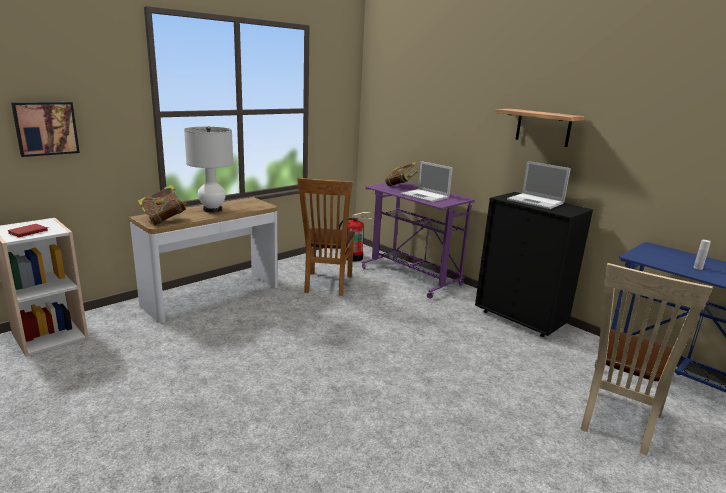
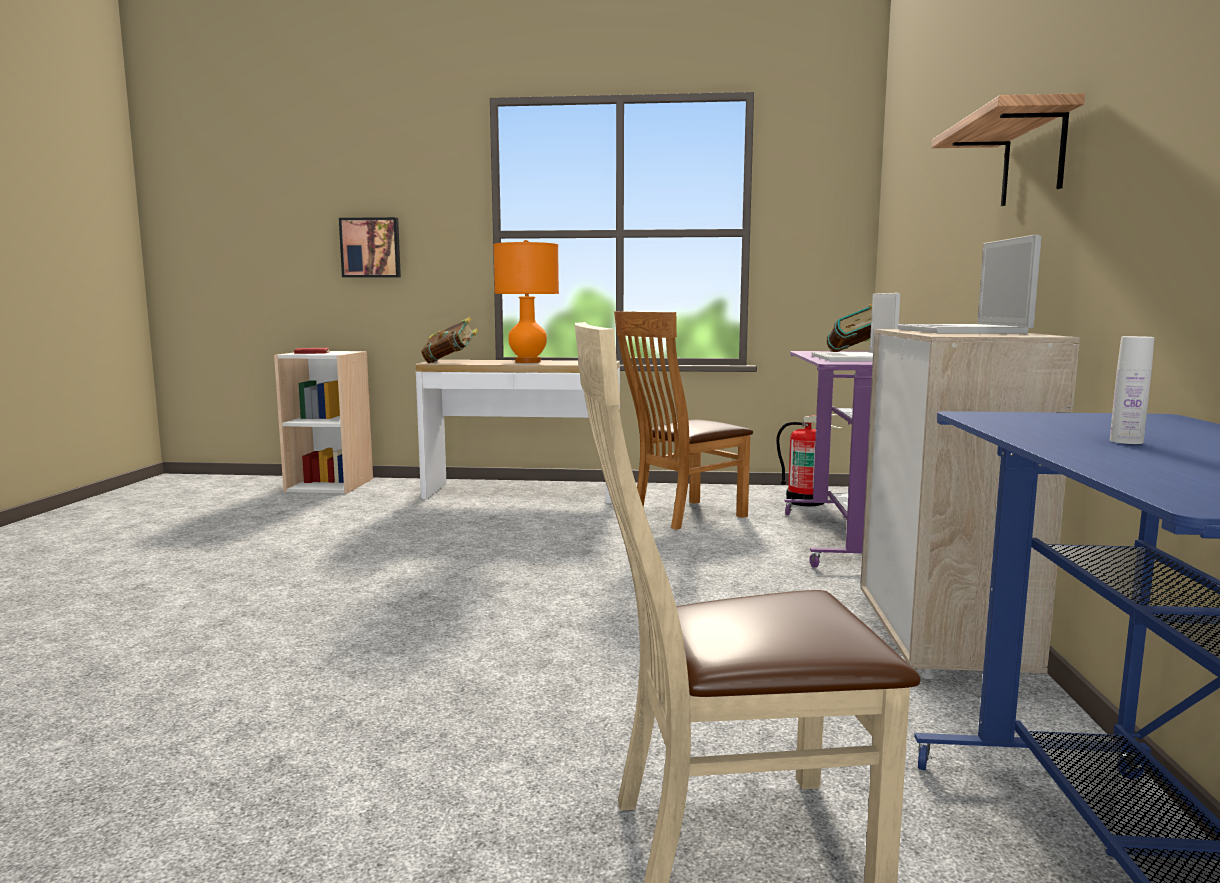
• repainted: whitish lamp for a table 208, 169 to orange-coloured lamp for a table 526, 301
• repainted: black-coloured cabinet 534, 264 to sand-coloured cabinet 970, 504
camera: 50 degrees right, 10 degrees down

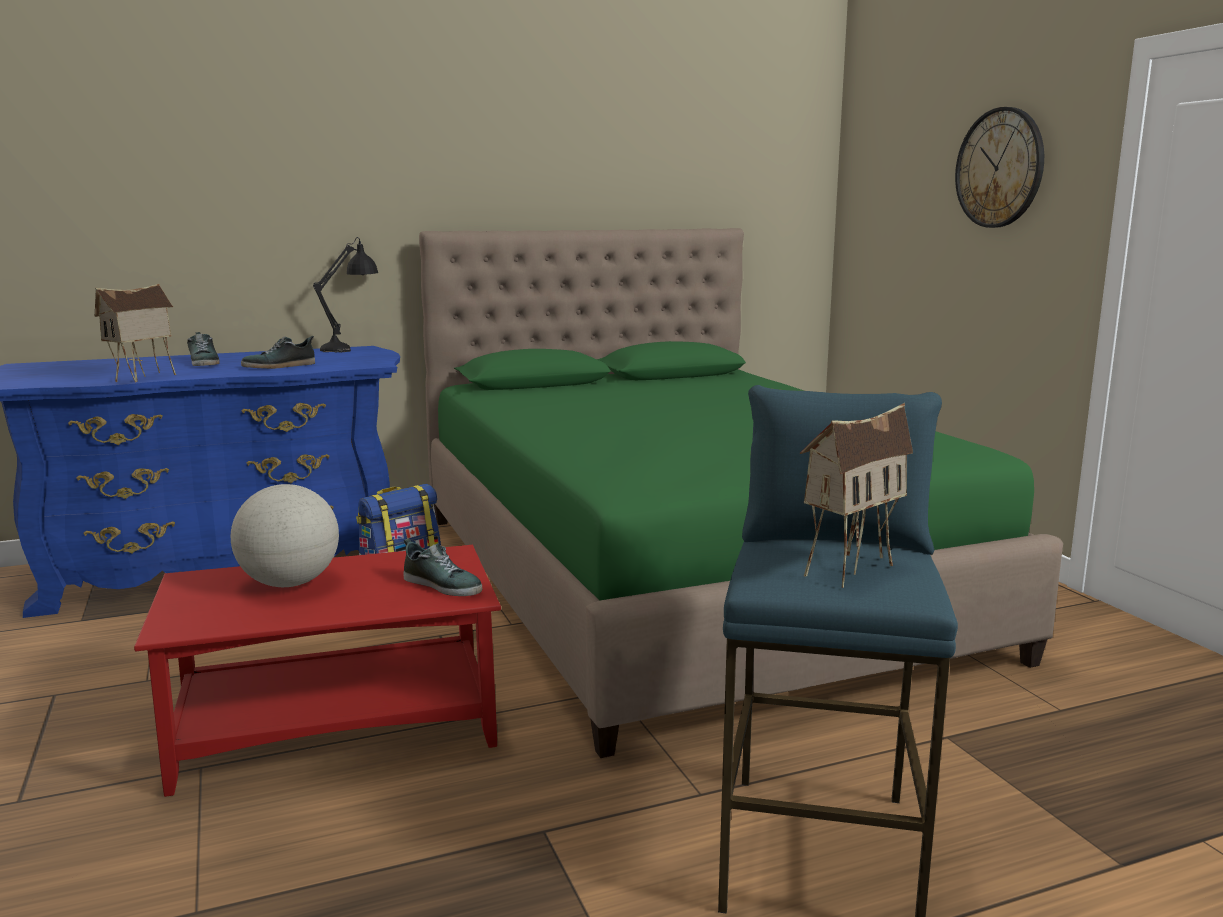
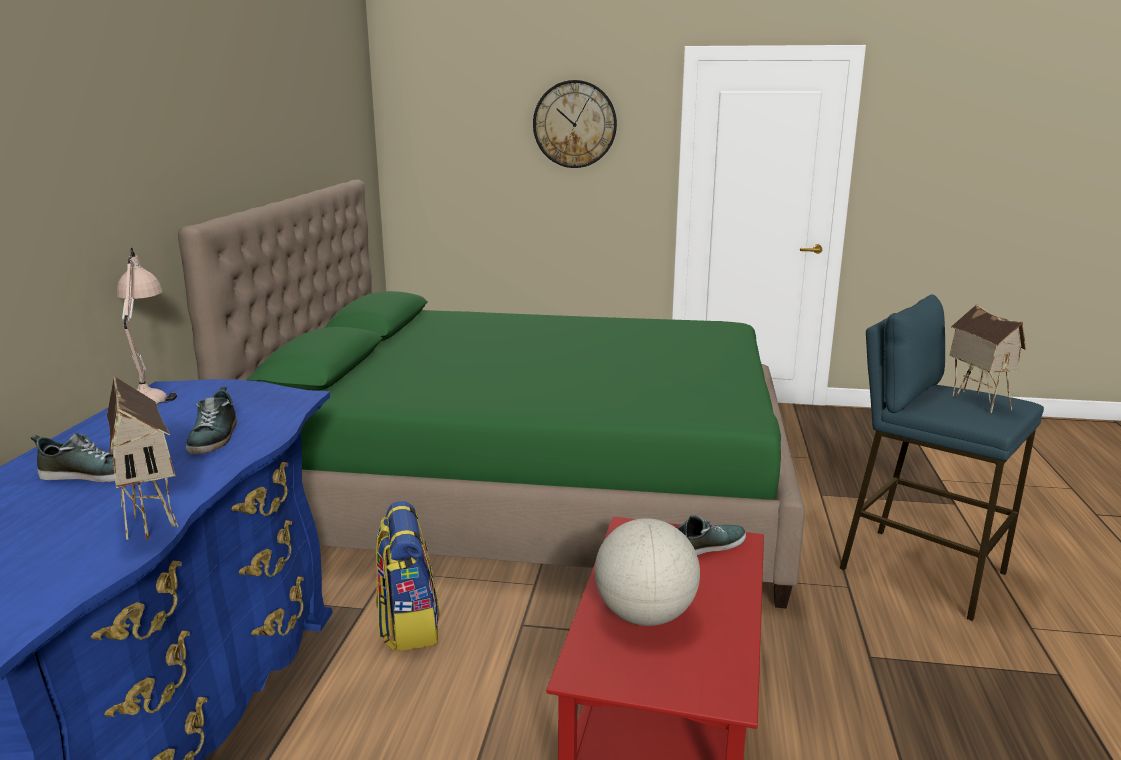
• repainted: black-coloured lamp for a table 345, 294 to sand-coloured lamp for a table 147, 326
camera: 60 degrees left, 5 degrees up

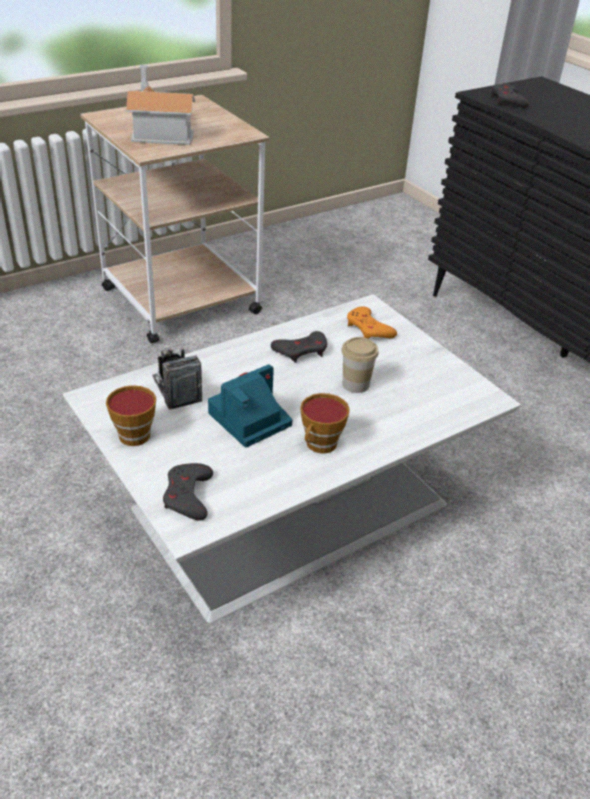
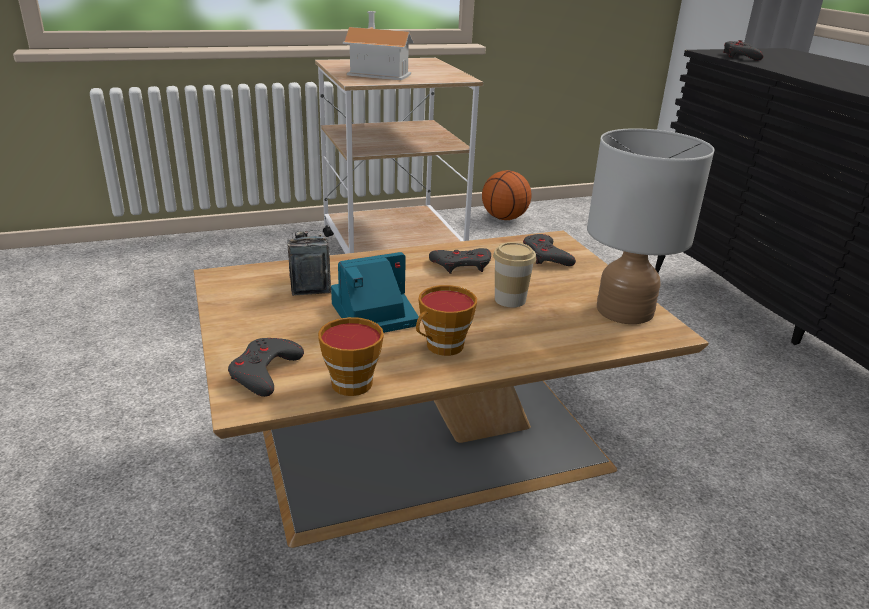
• repainted: whitish lounge table 292, 458 to brown lounge table 451, 389
• shifted: drinking cup 131, 415 to 351, 356
• repainted: orange-coloured joypad 372, 322 to gray joypad 549, 250
• new: basketball 507, 195
• new: gray lamp for a table 650, 226
camera: 15 degrees right, 10 degrees down

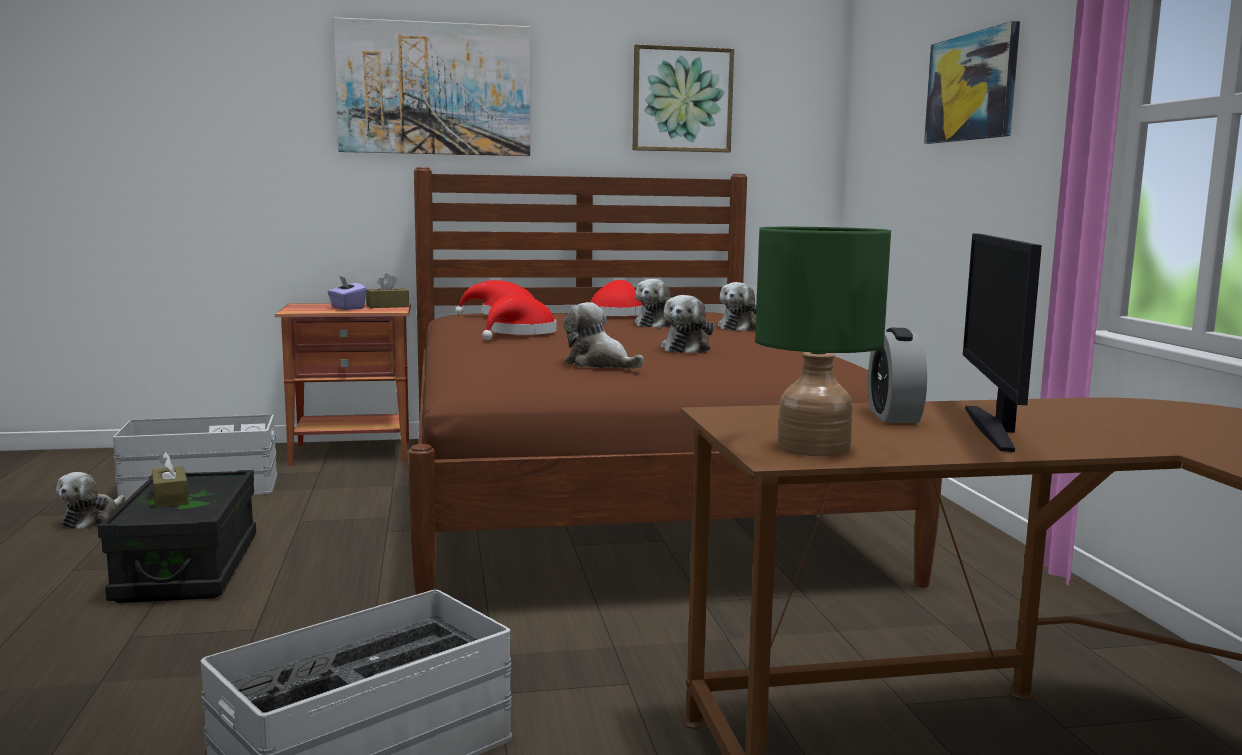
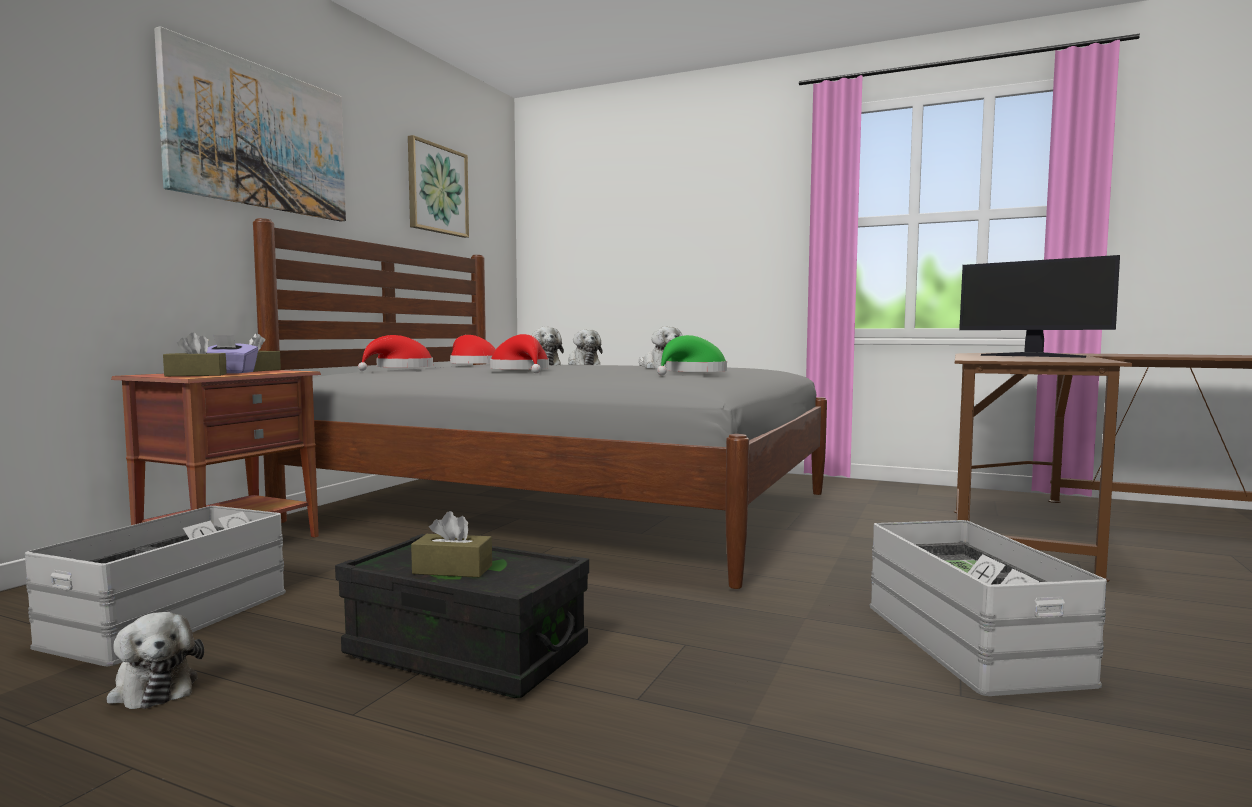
• repainted: brown sleeping bed 675, 381 to gray sleeping bed 540, 403
• swapped: soft toy 603, 335 to green-coloured hat 692, 355
• gone: green-coloured lamp for a table 823, 341
• gone: table clock 897, 375
• gone: wall art 972, 82
• new: brown tissue holder 195, 354
camera: 55 degrees left, 5 degrees down

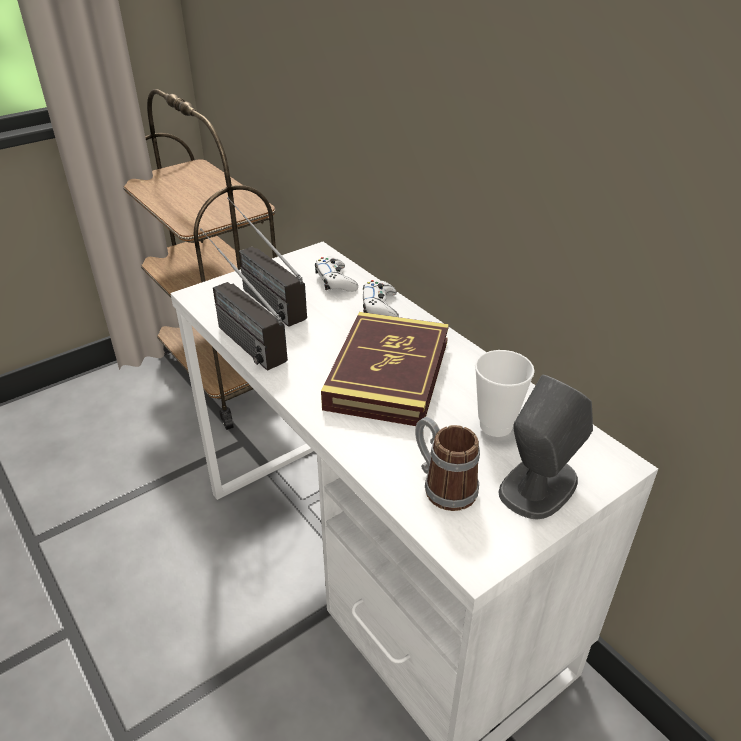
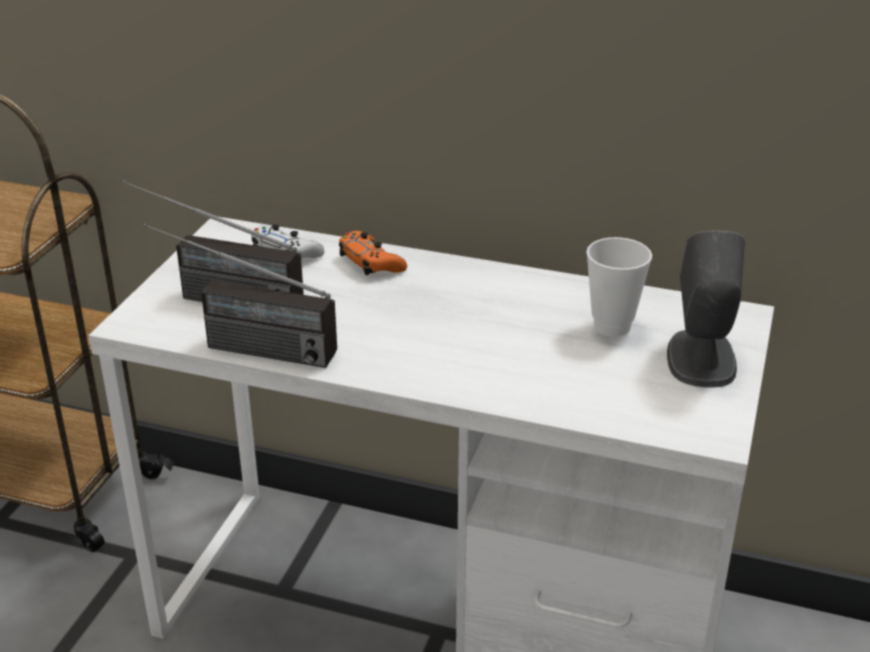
• gone: book 385, 369
• repainted: whitish joypad 381, 298 to orange-coloured joypad 373, 253
• gone: tea mug 447, 464
camera: 35 degrees left, 5 degrees down

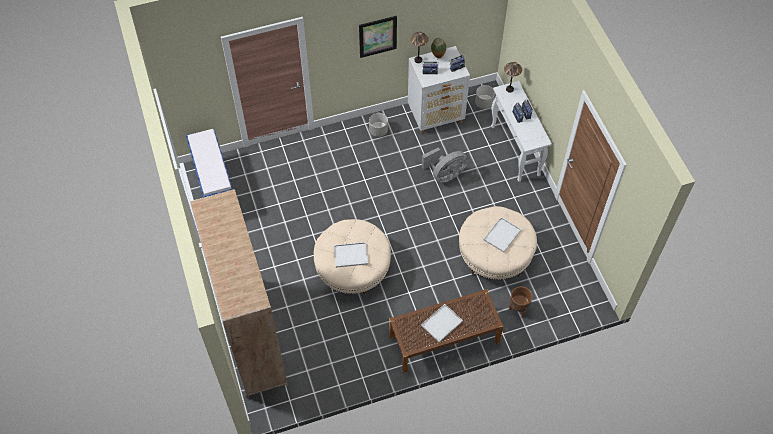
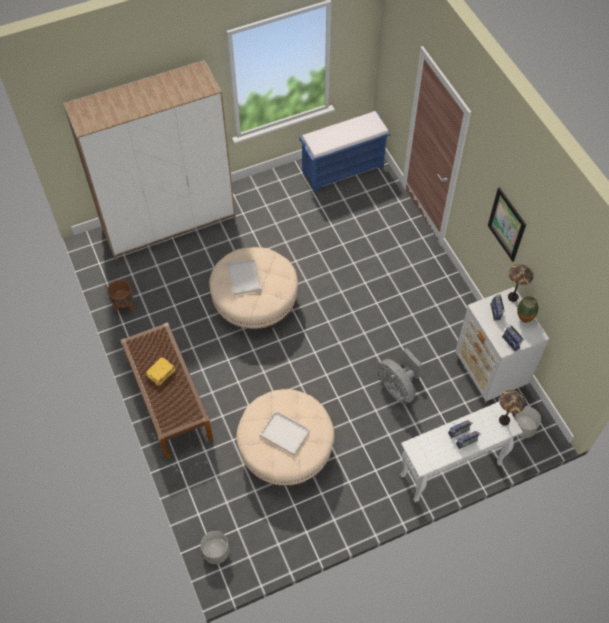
• shifted: gray plant pot 378, 125 to 215, 547
• swapped: whitish carrying tray 442, 323 to yellow book 160, 371
• shifted: brown plant pot 520, 301 to 120, 296
camera: 85 degrees right, 0 degrees up

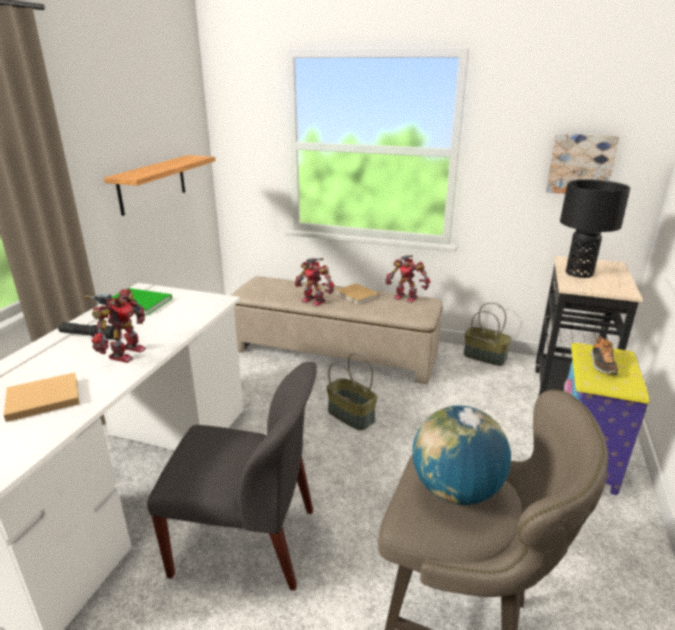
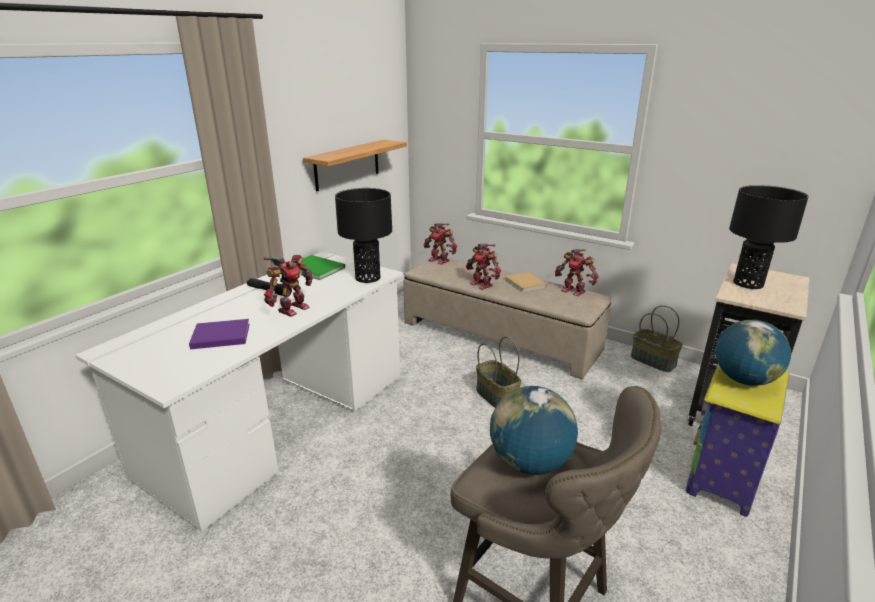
• repainted: sand-coloured book 41, 397 to purple book 219, 334
• gone: gray plain chair 232, 476
• gone: wall art 583, 164
• swapped: low shoe 604, 356 to globe 753, 353
• new: black-coloured lamp for a table 363, 235
• new: model robot 440, 244
camera: 15 degrees right, 0 degrees up

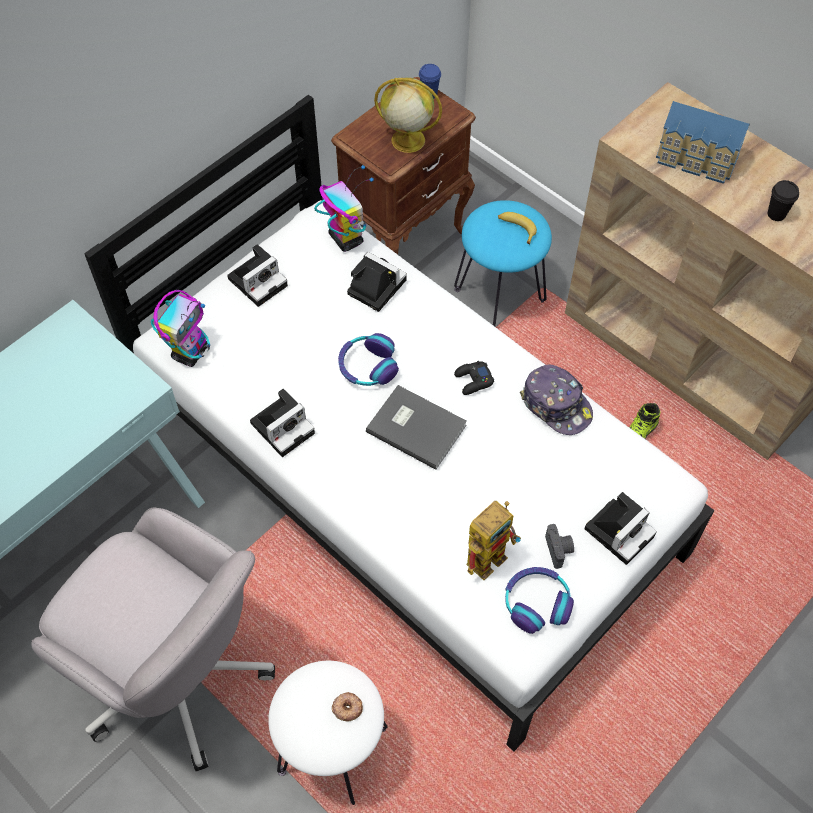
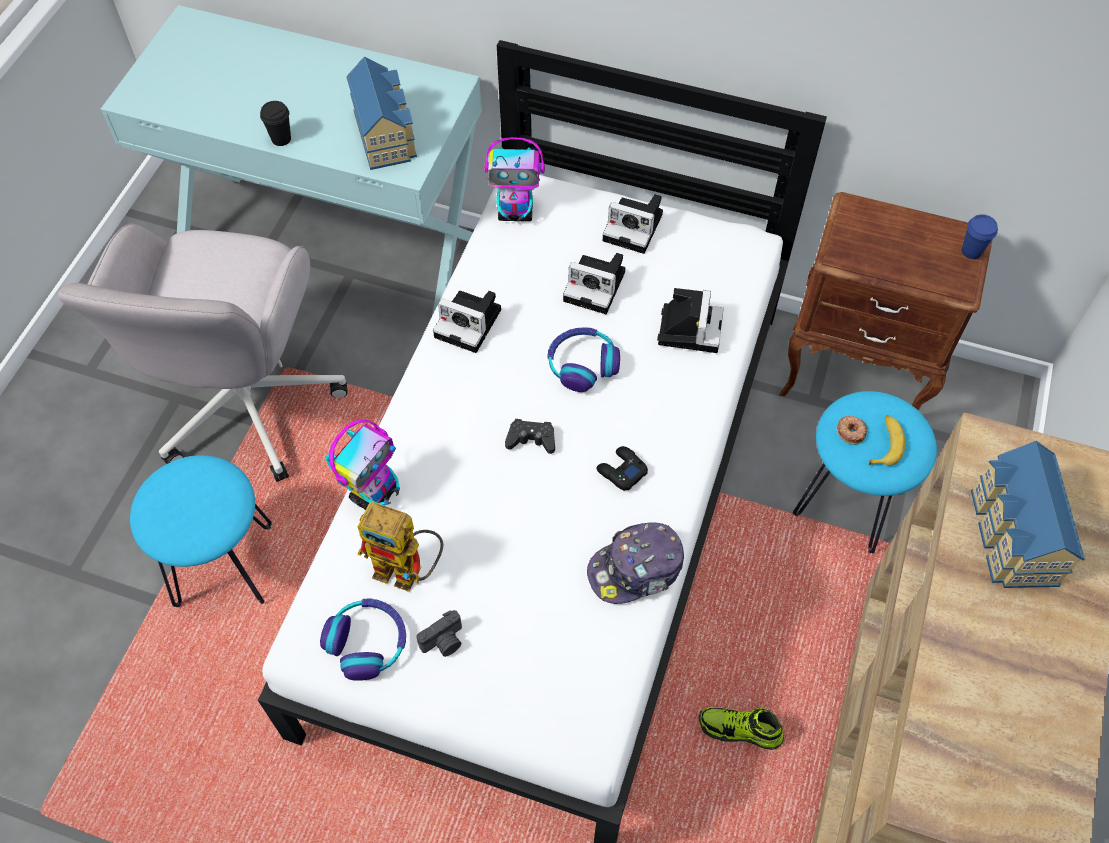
• repainted: whitish sitting stool 328, 733 to blue-green sitting stool 201, 531
• shifted: model robot 344, 208 to 363, 464
• shifted: donut 347, 706 to 852, 430
• swapped: gray book 416, 427 to black-coloured joypad 530, 436
• gone: globe 408, 115
• rotated: baseball cap 556, 400 = 635, 563 45 degrees clockwise
• shifted: still camera 621, 528 to 594, 283
• shifted: black-coloured drinking cup 783, 200 to 275, 123
• new: miniature house 381, 113
camera: 65 degrees right, 0 degrees up

